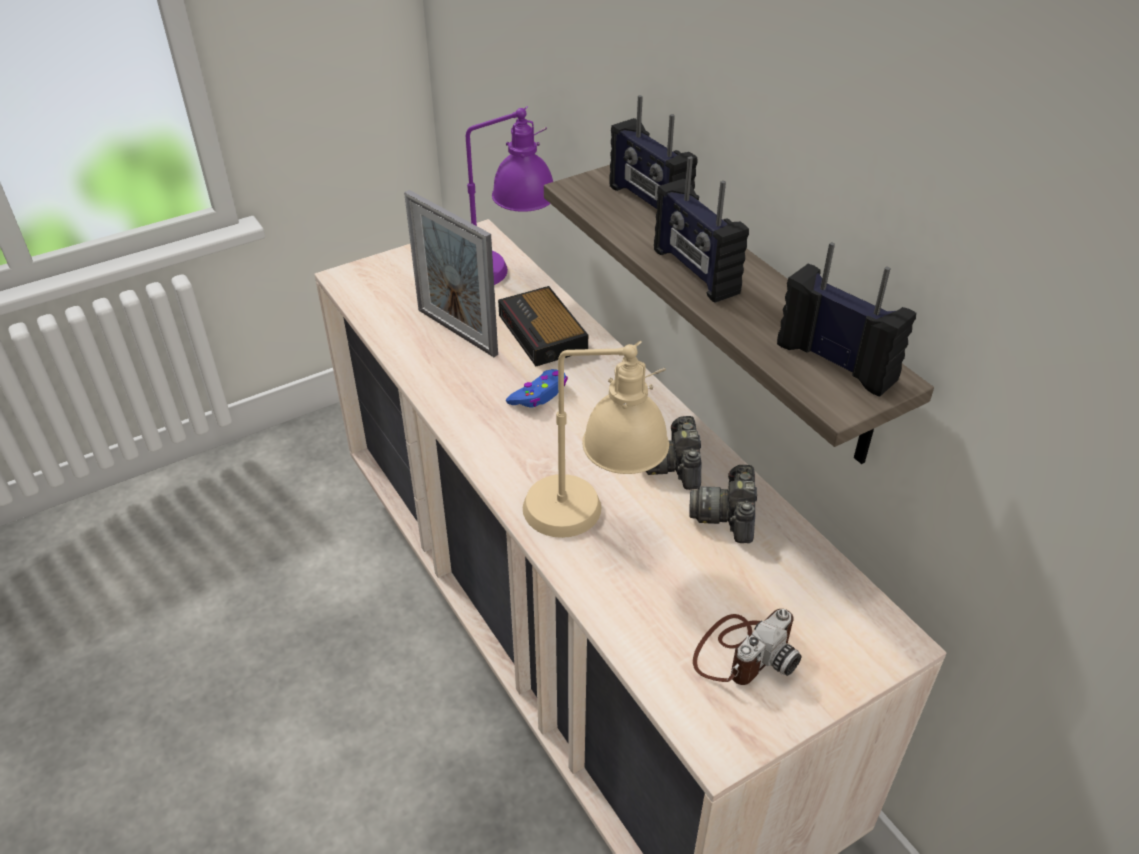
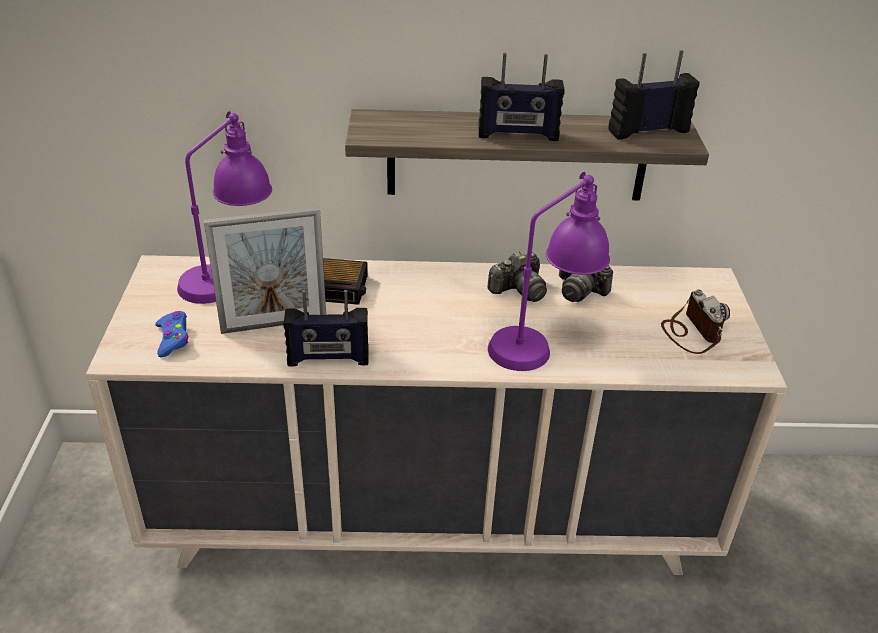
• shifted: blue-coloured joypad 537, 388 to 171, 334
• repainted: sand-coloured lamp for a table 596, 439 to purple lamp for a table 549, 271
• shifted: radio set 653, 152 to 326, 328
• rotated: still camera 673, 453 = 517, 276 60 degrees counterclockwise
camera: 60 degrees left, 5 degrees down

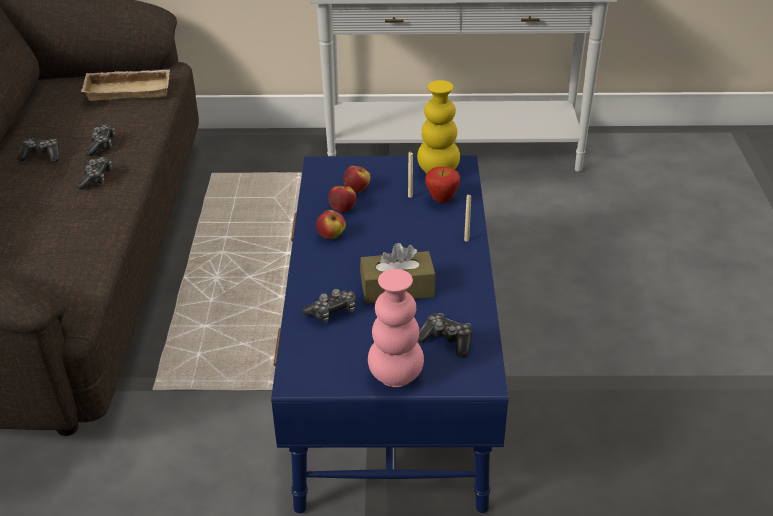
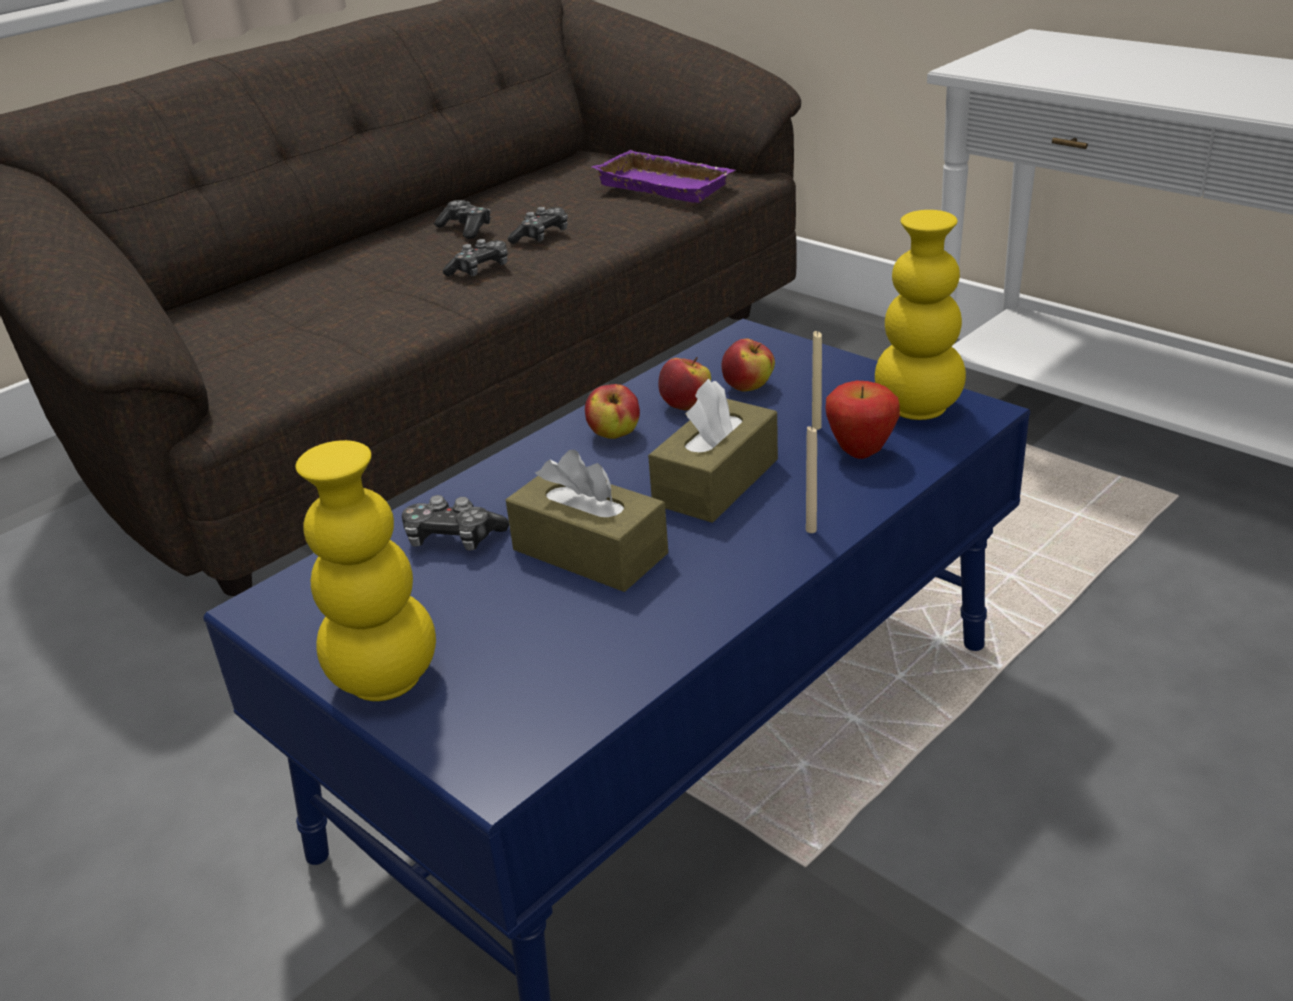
• repainted: sand-coloured carrying tray 125, 85 to purple carrying tray 664, 176
• repainted: pink-coloured vase 396, 328 to yellow vase 365, 570
• gone: joypad 445, 335
• new: brown tissue holder 713, 450
camera: 45 degrees right, 5 degrees down

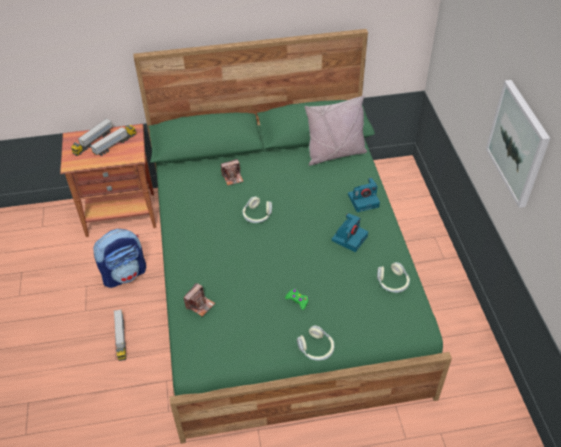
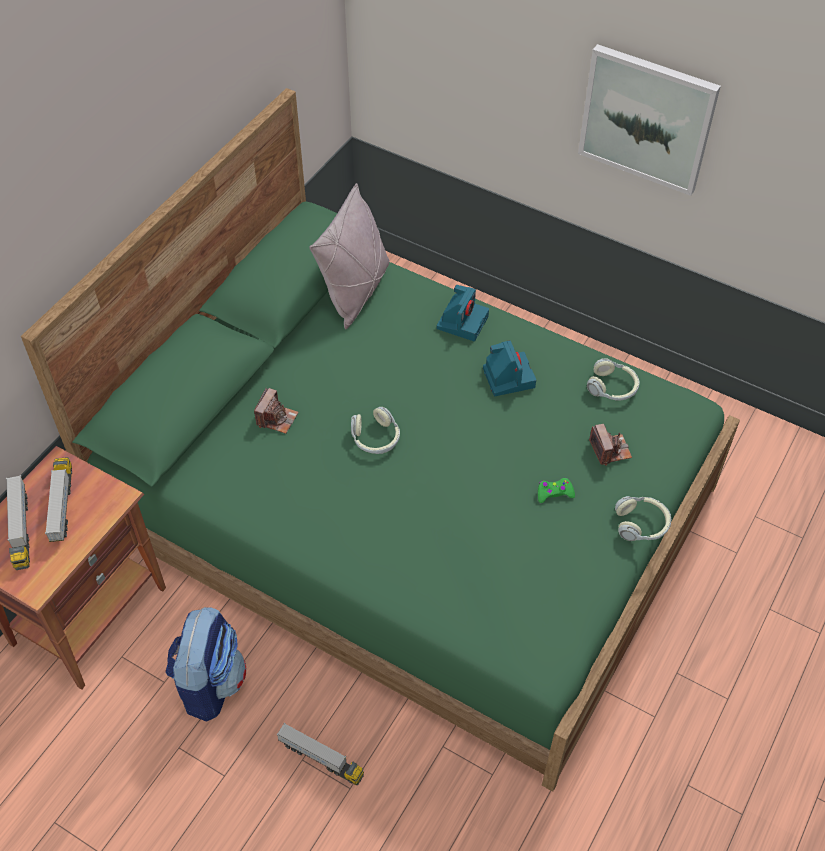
• shifted: still camera 199, 300 to 610, 445
camera: 50 degrees left, 5 degrees up

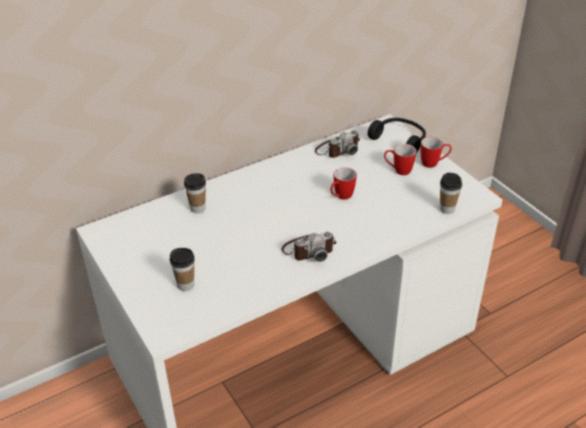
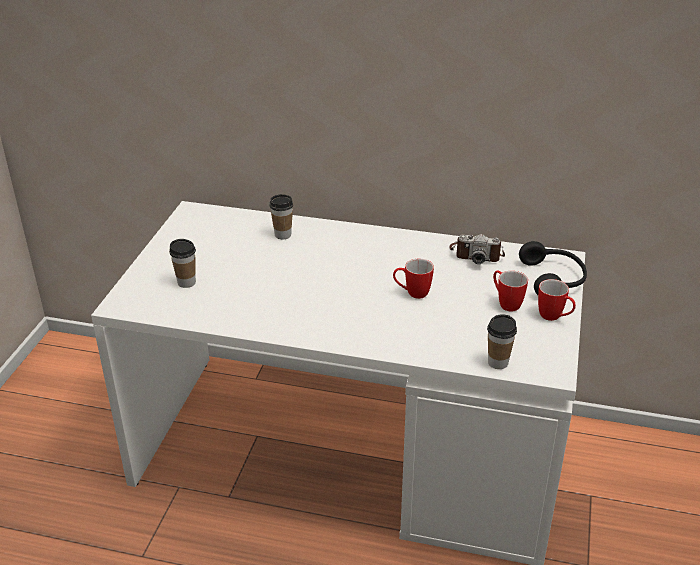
• gone: still camera 309, 247
camera: 45 degrees right, 5 degrees down

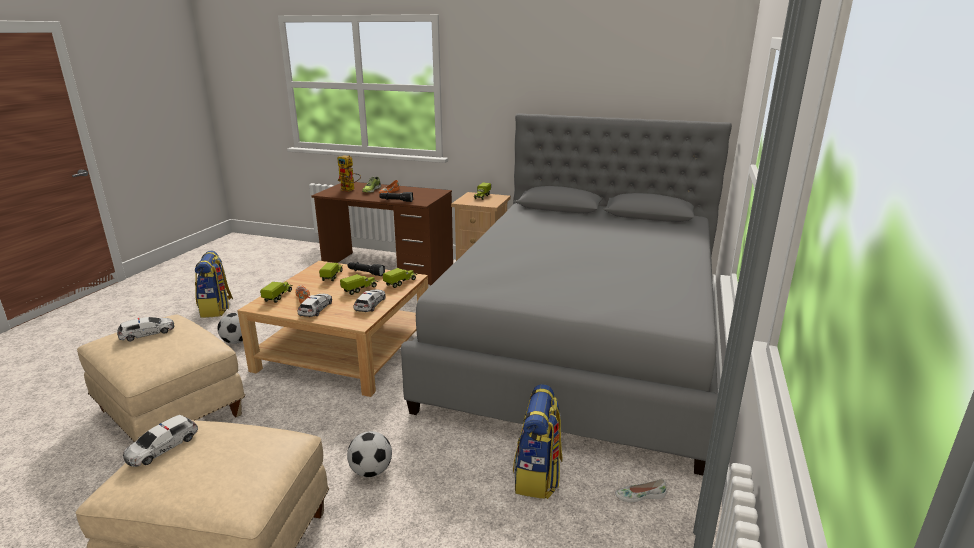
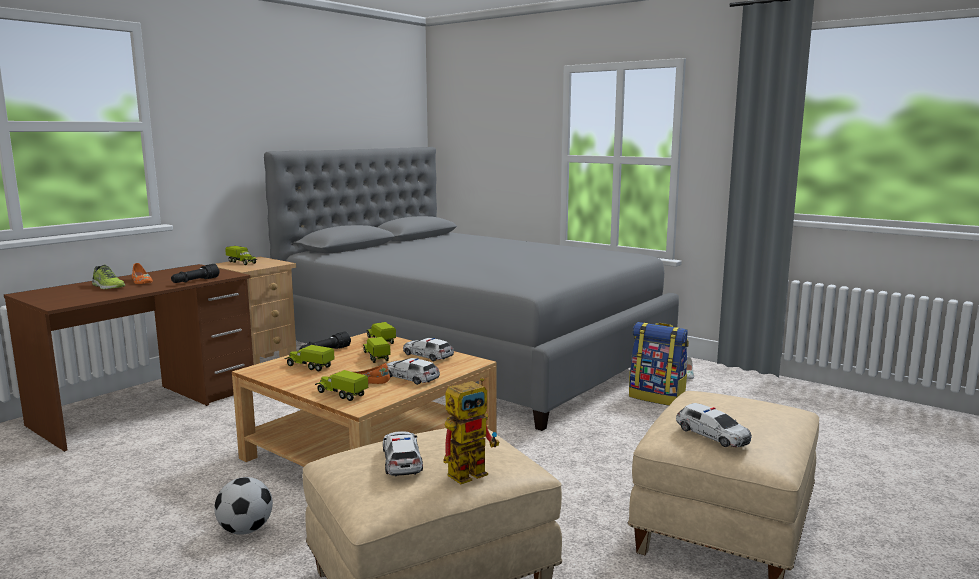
• gone: knapsack 214, 284
• shifted: model robot 349, 173 to 471, 430
• gone: football ball 369, 454
camera: 70 degrees left, 10 degrees down

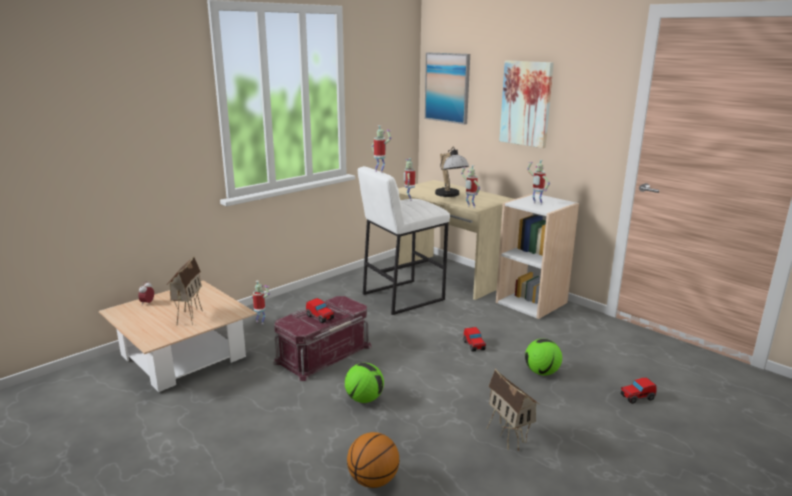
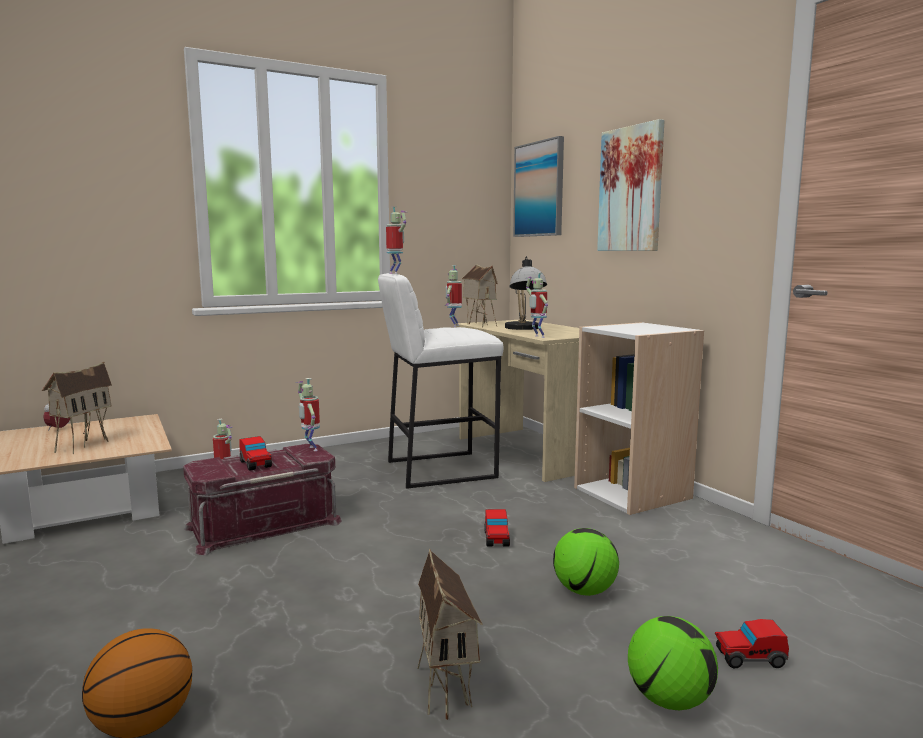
• shifted: football ball 364, 383 to 673, 663
• shifted: model robot 538, 182 to 308, 414
• new: miniature house 480, 295
camera: 15 degrees right, 10 degrees down

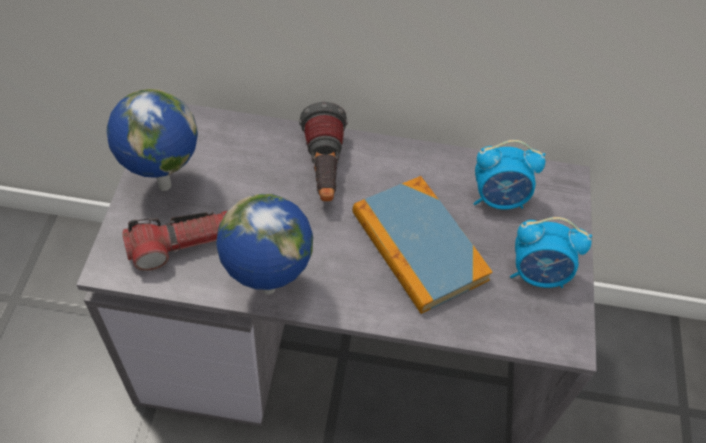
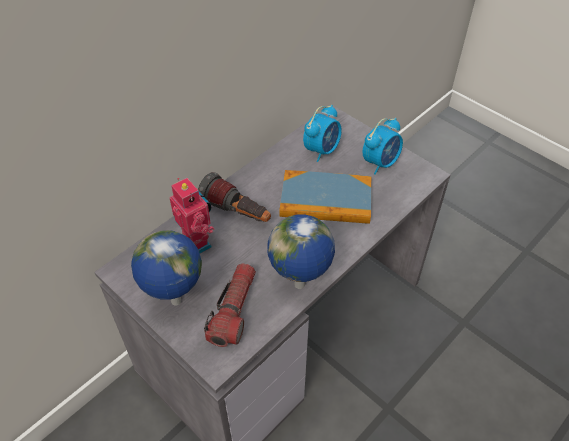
• new: model robot 192, 216
camera: 50 degrees left, 5 degrees down

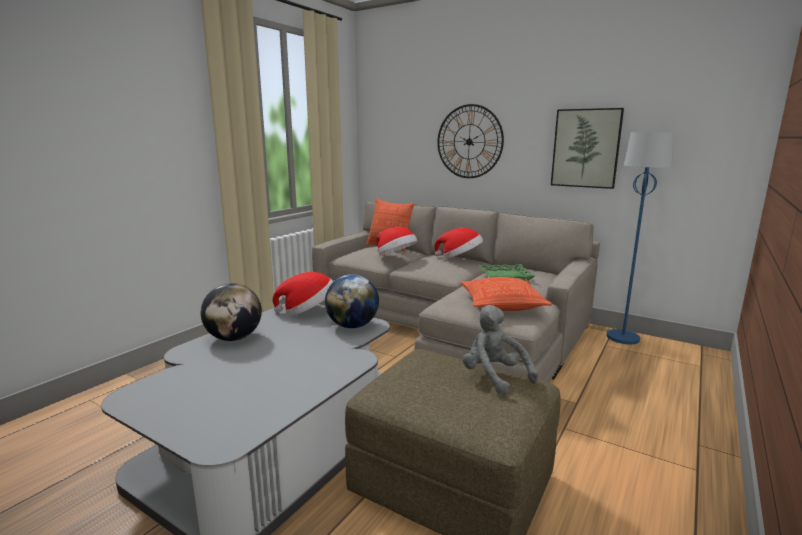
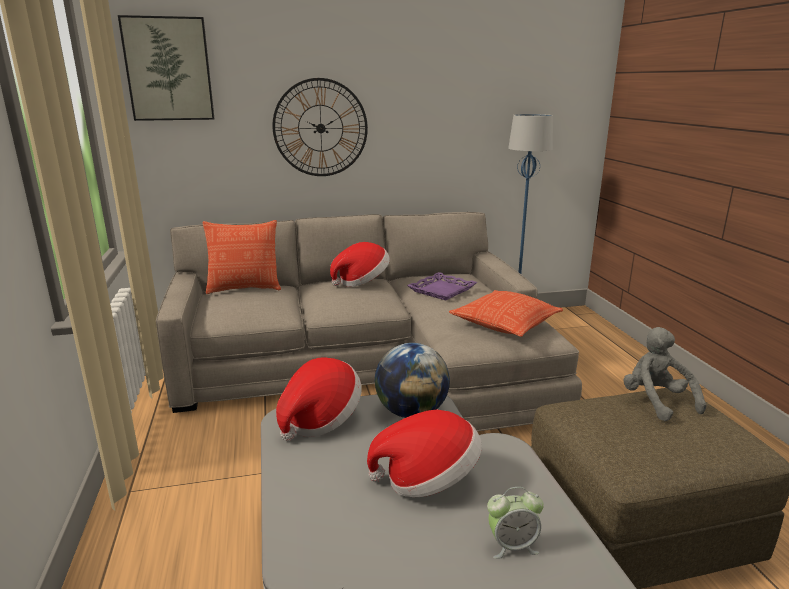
• gone: globe 231, 312
• shifted: hat 396, 241 to 424, 453
• rotated: gray soft toy 500, 350 = 664, 374 60 degrees clockwise
• repainted: green-coloured carrying tray 507, 272 to purple carrying tray 442, 286
• shifted: wall art 587, 148 to 166, 68
• new: table clock 515, 523
camera: 45 degrees left, 5 degrees up

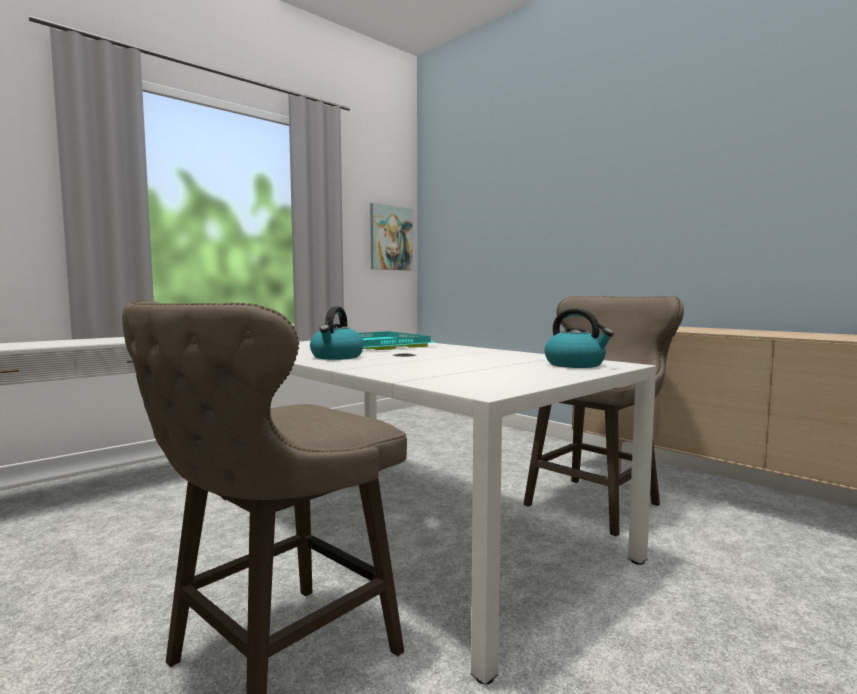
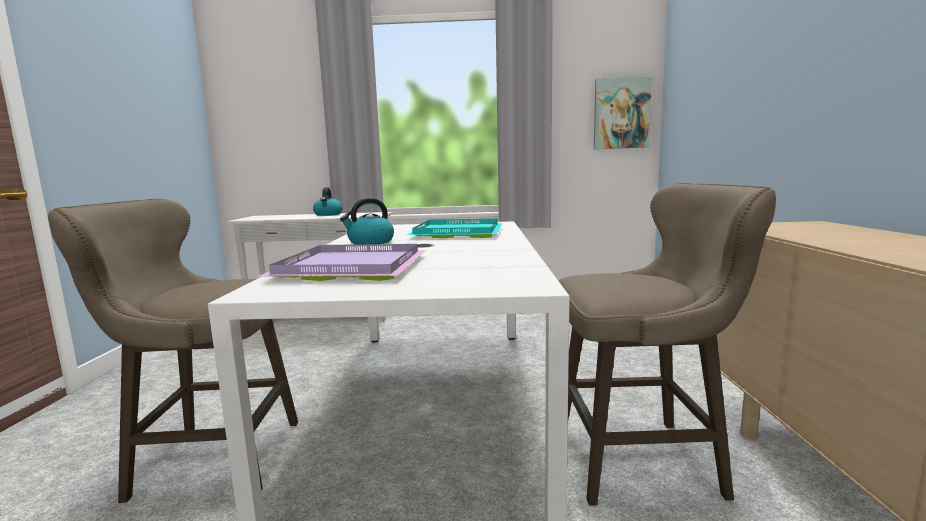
• shifted: water kettle 579, 338 to 328, 201
• new: purple carrying tray 341, 262
camera: 45 degrees right, 5 degrees up

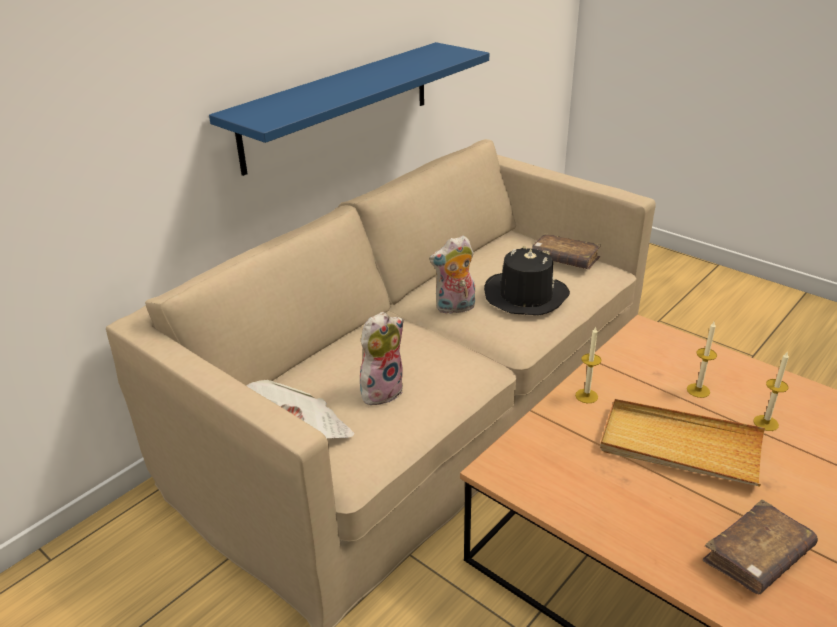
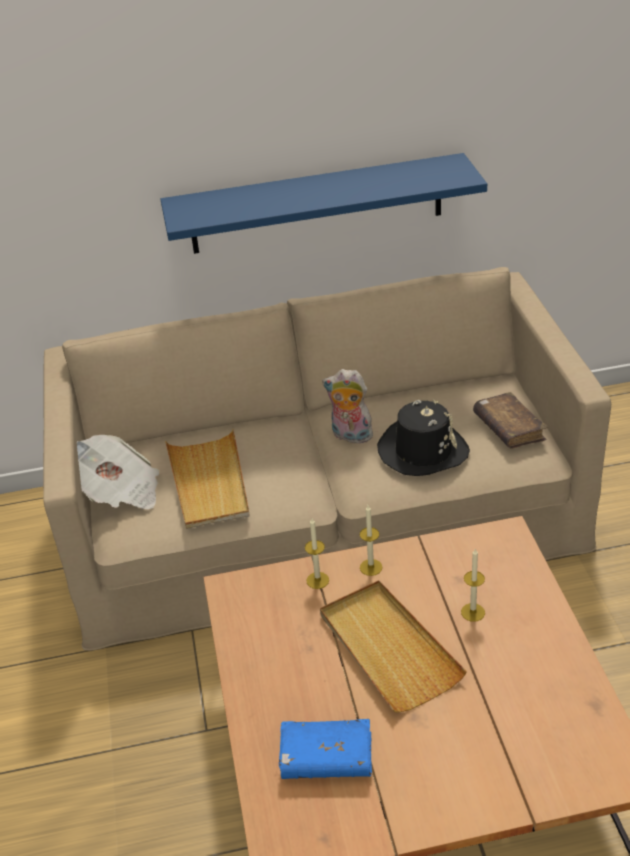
• swapped: soft toy 381, 358 to sand-coloured carrying tray 207, 479
• repainted: brown book 760, 547 to blue-coloured book 325, 749
• shifted: wax light 771, 391 to 317, 553
camera: 40 degrees right, 5 degrees up

